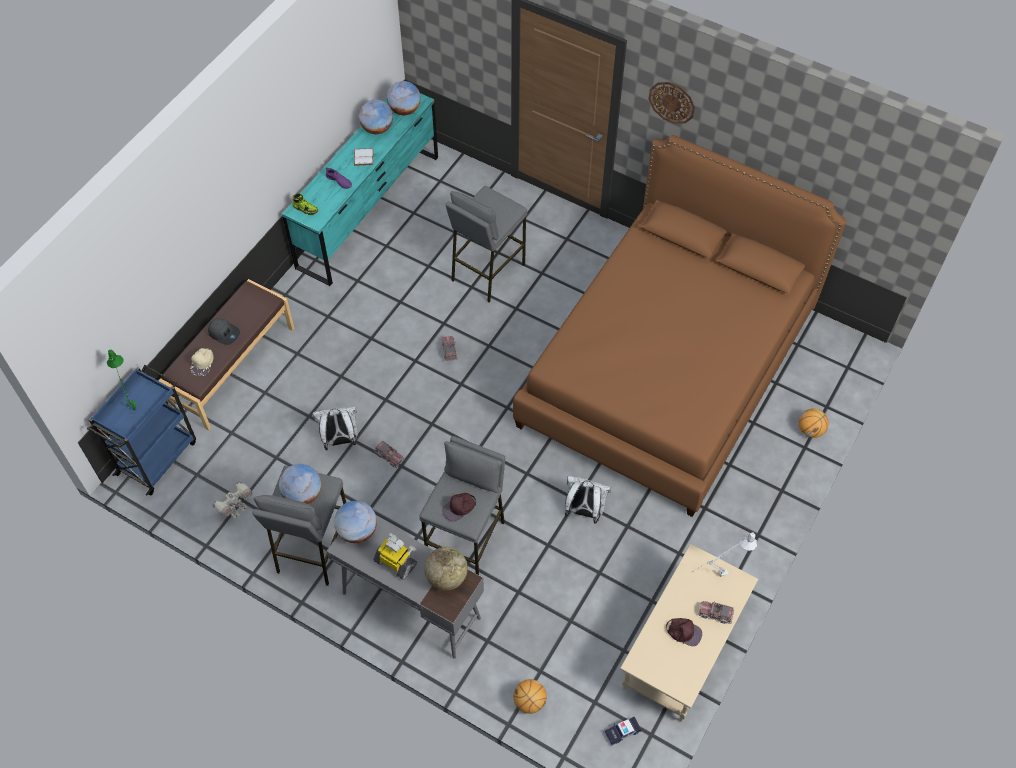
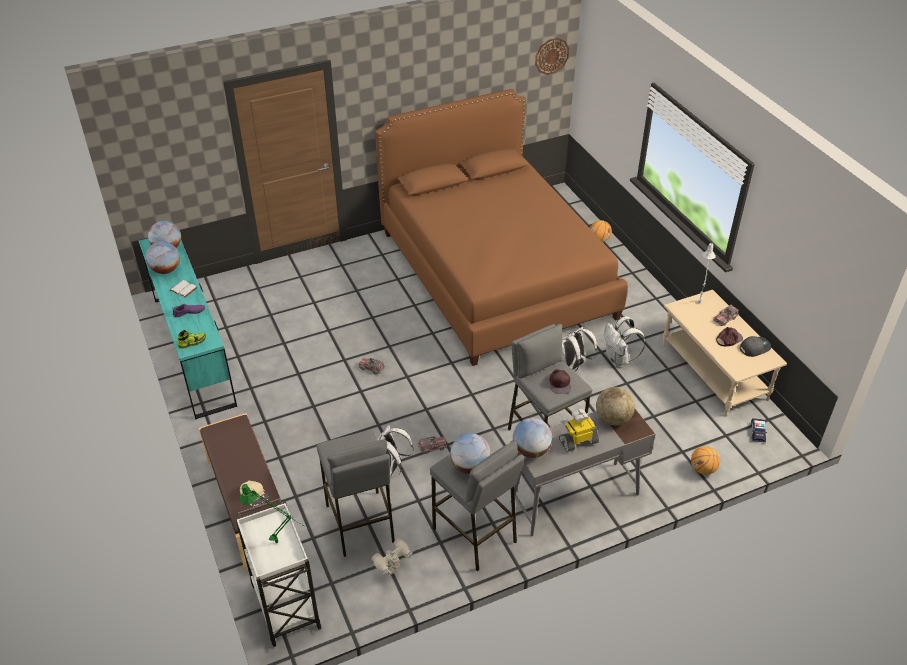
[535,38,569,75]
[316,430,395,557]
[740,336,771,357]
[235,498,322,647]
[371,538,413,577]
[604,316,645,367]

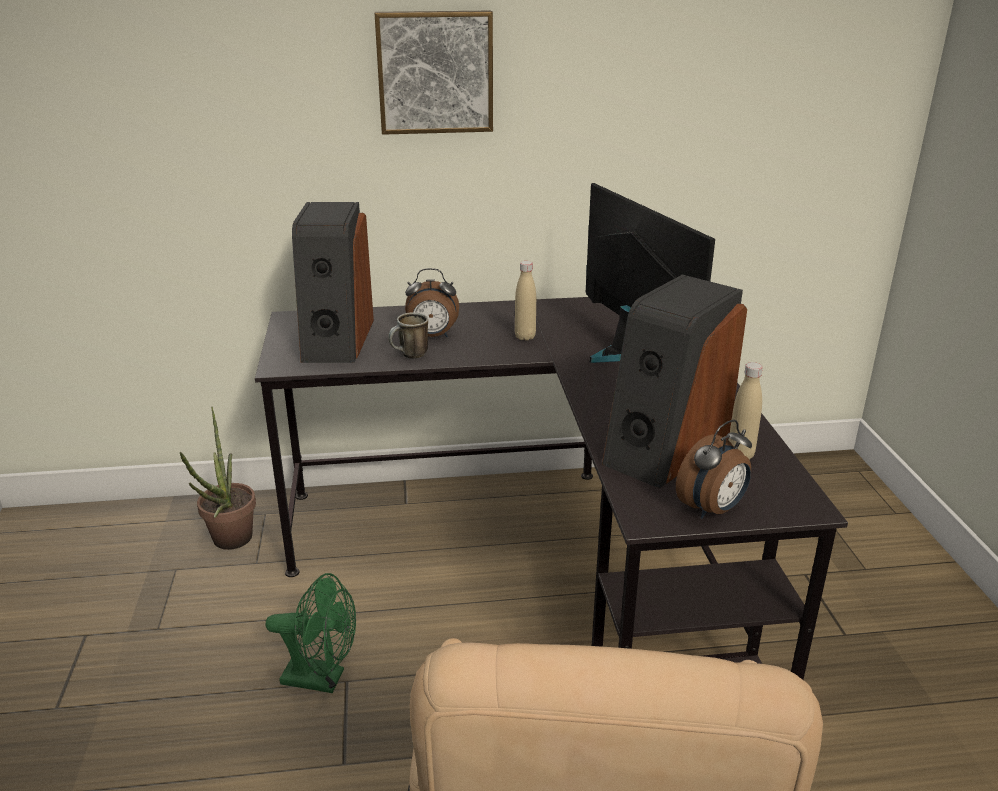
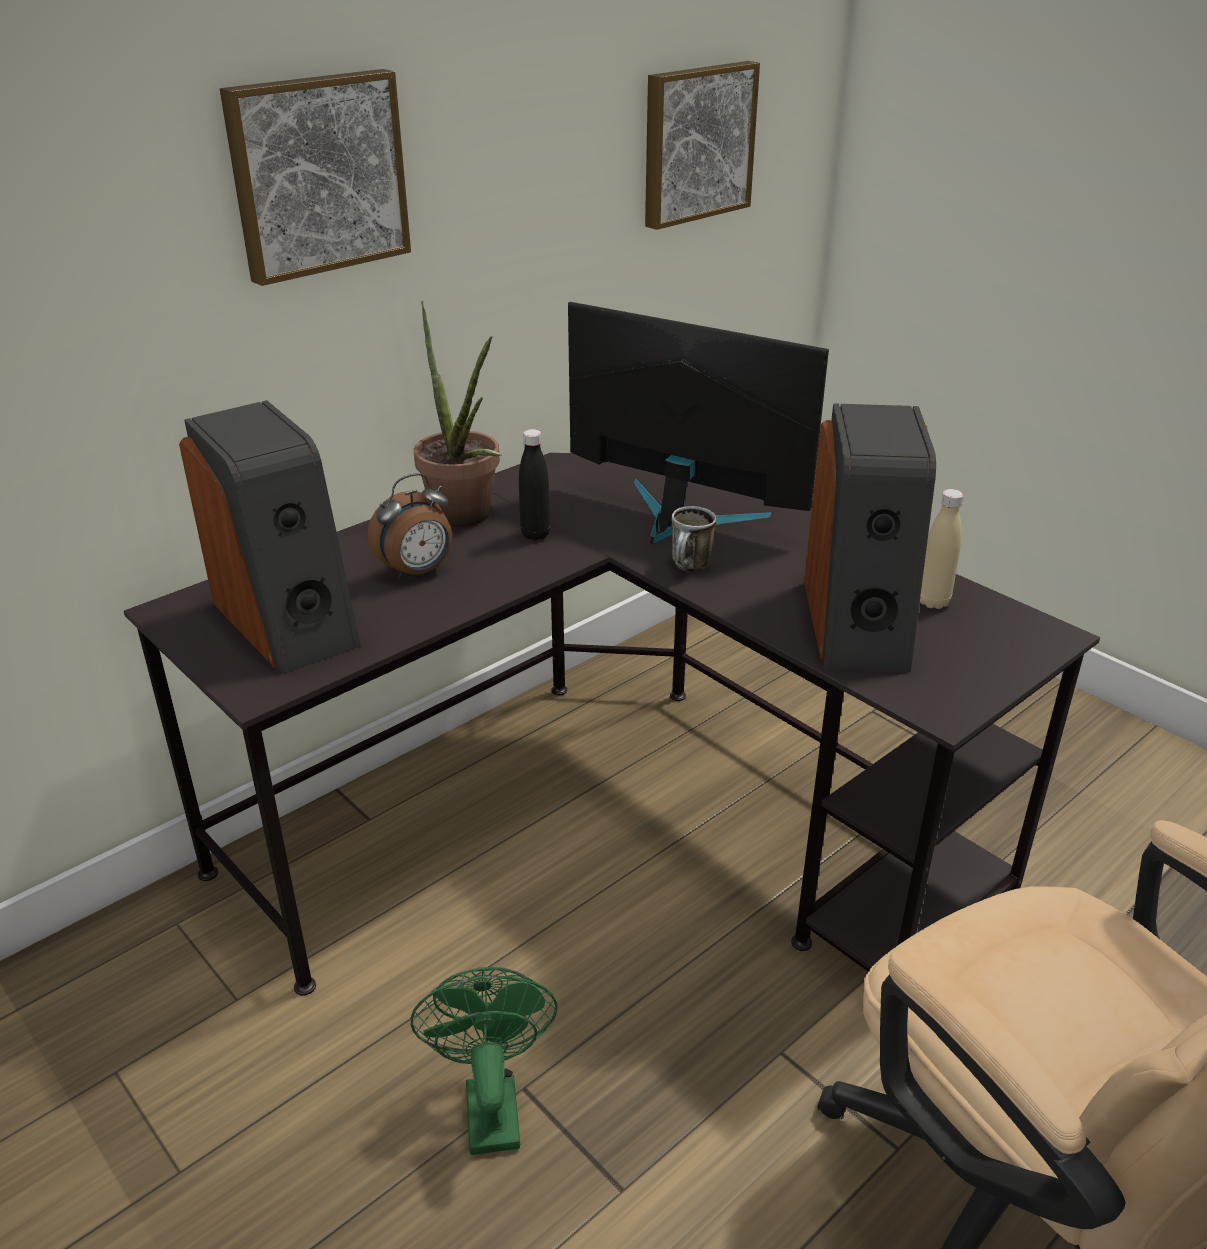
[519,429,550,540]
[671,506,717,572]
[414,301,502,528]
[676,420,752,519] (first image)
[410,967,558,1155]
[645,61,760,230]

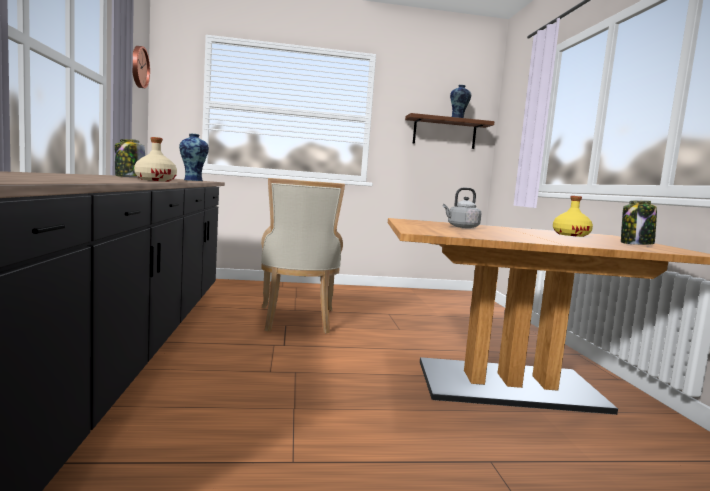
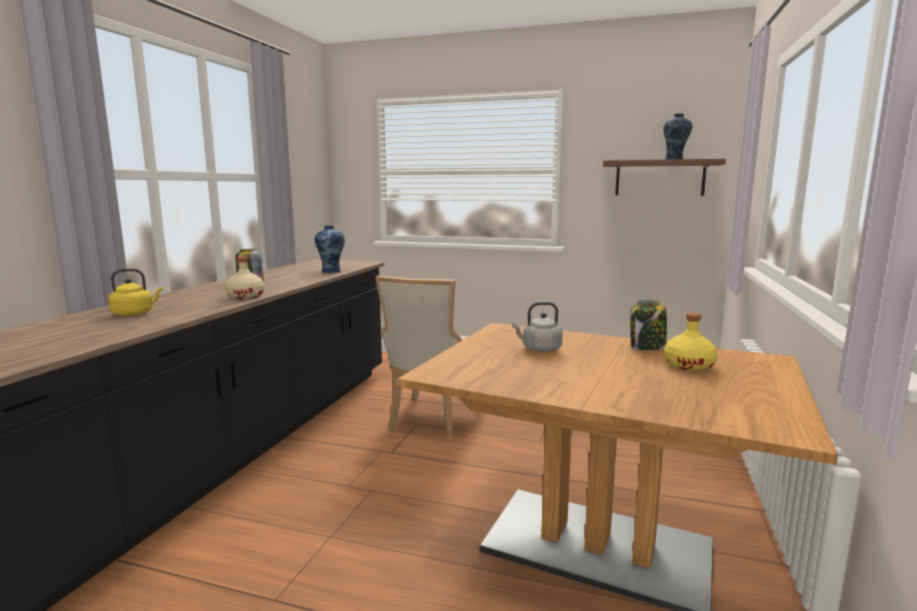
[133,46,150,88] (first image)
[630,300,667,351]
[108,269,163,316]

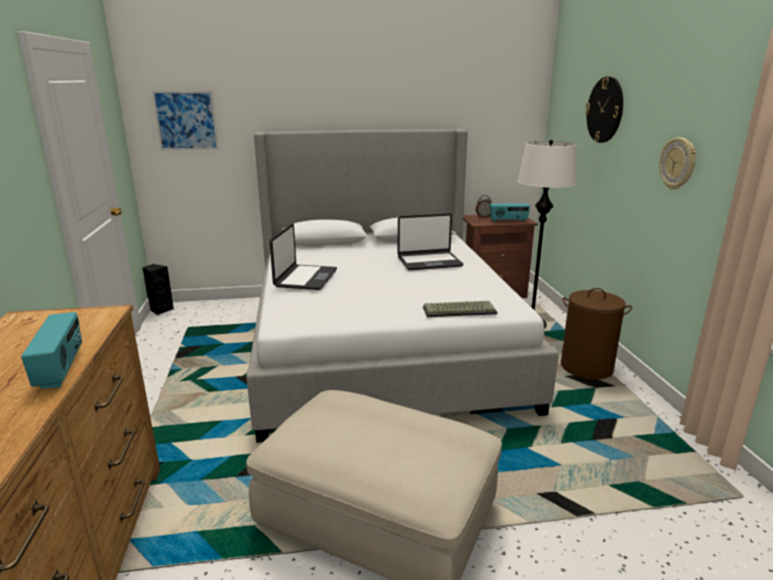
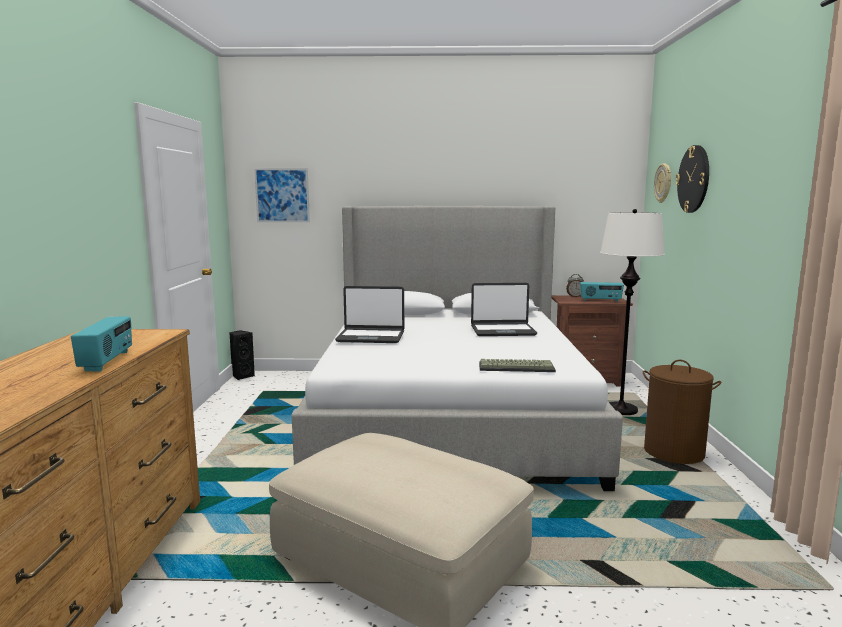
[654,163,671,203]
[335,286,404,343]

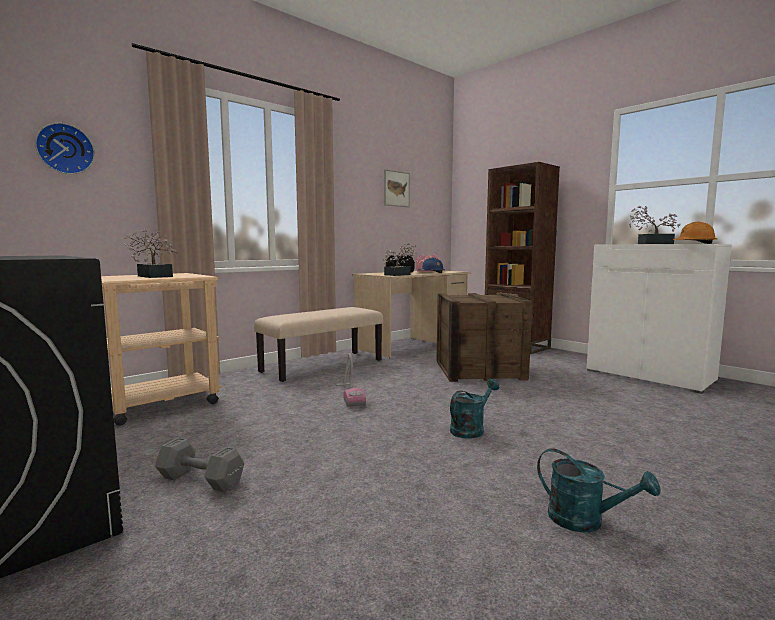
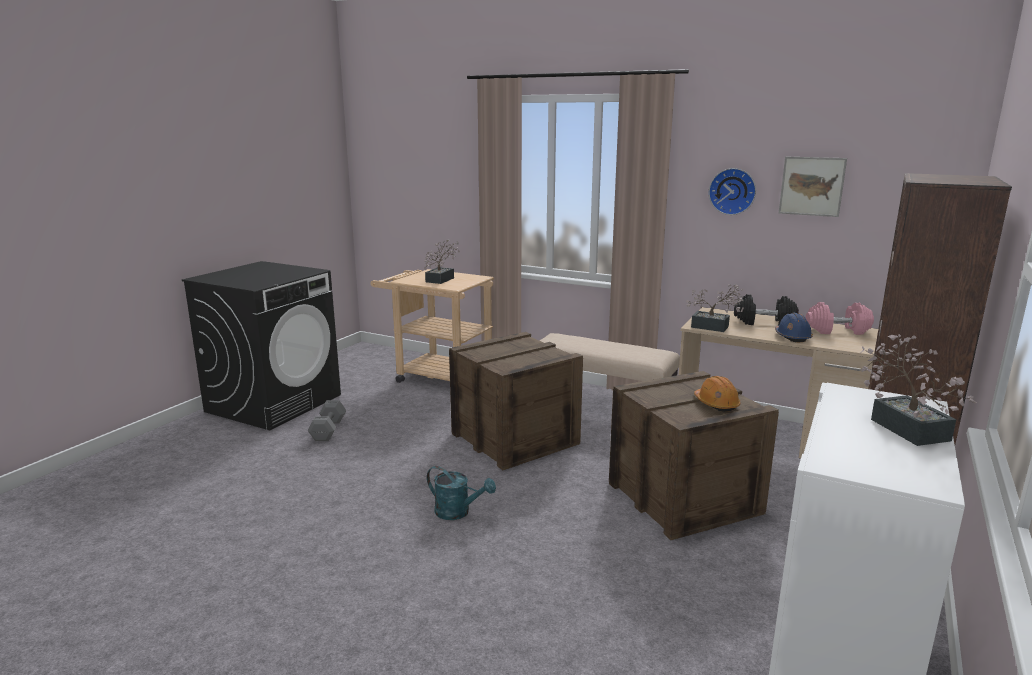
[709,168,756,215]
[694,376,740,412]
[449,332,583,470]
[537,448,660,533] (first image)

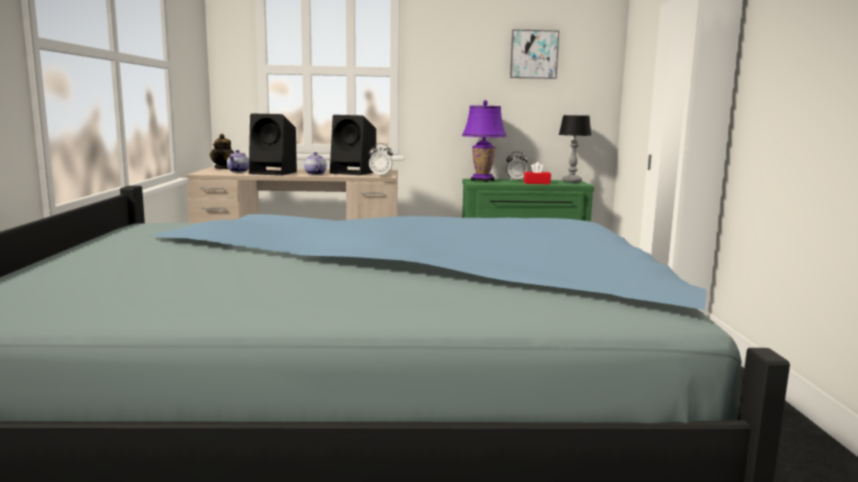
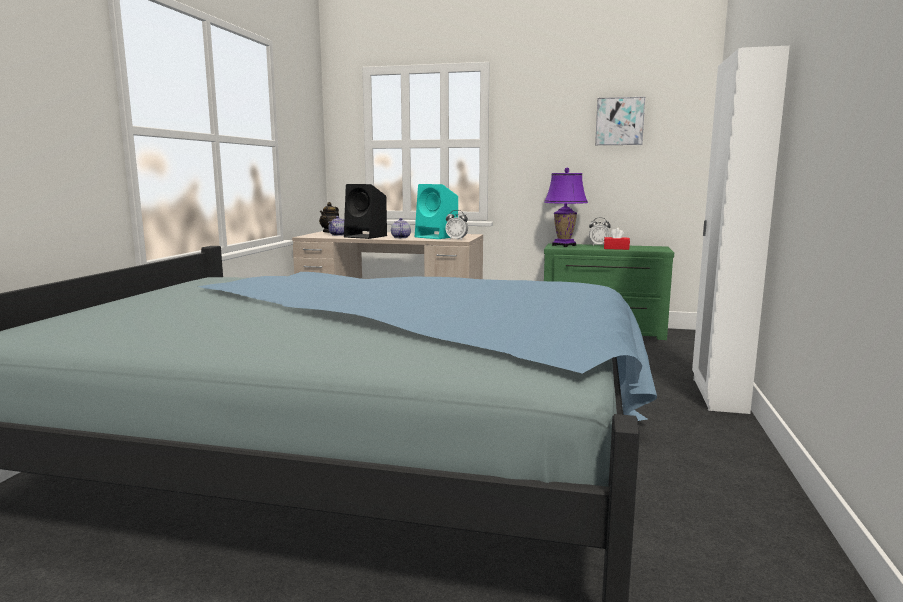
[415,184,458,239]
[559,115,592,183] (first image)

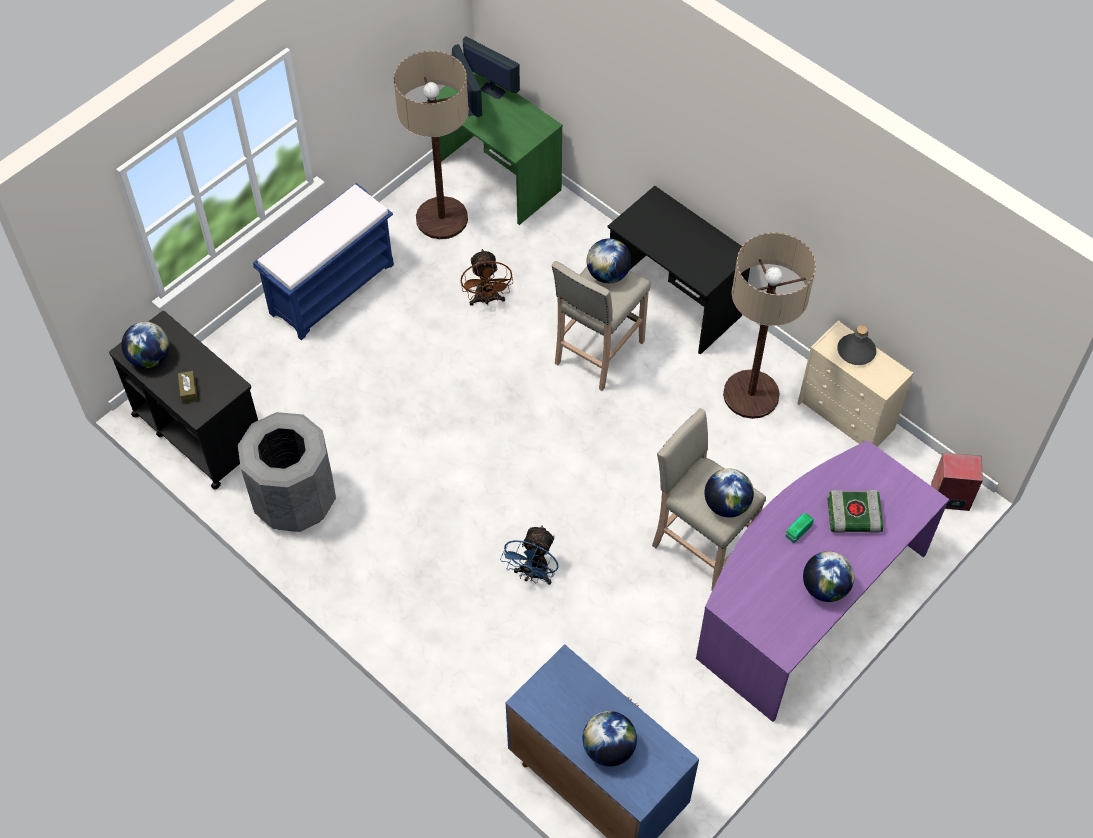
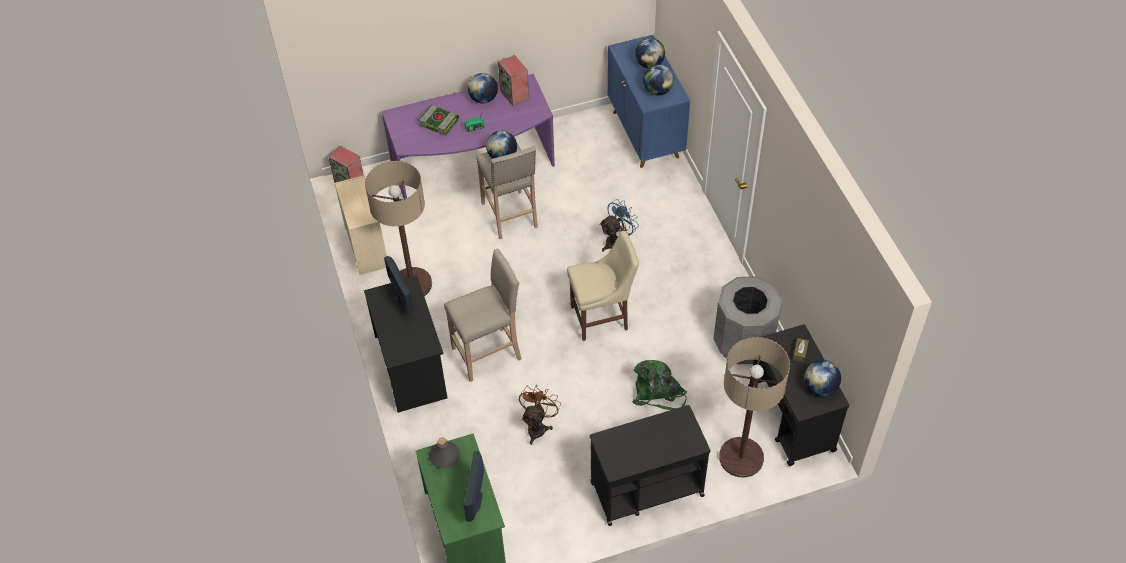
[384,256,413,314]
[719,337,790,478]
[590,405,711,526]
[643,65,674,95]
[429,437,460,469]
[498,55,529,106]
[567,231,639,341]
[632,360,687,410]

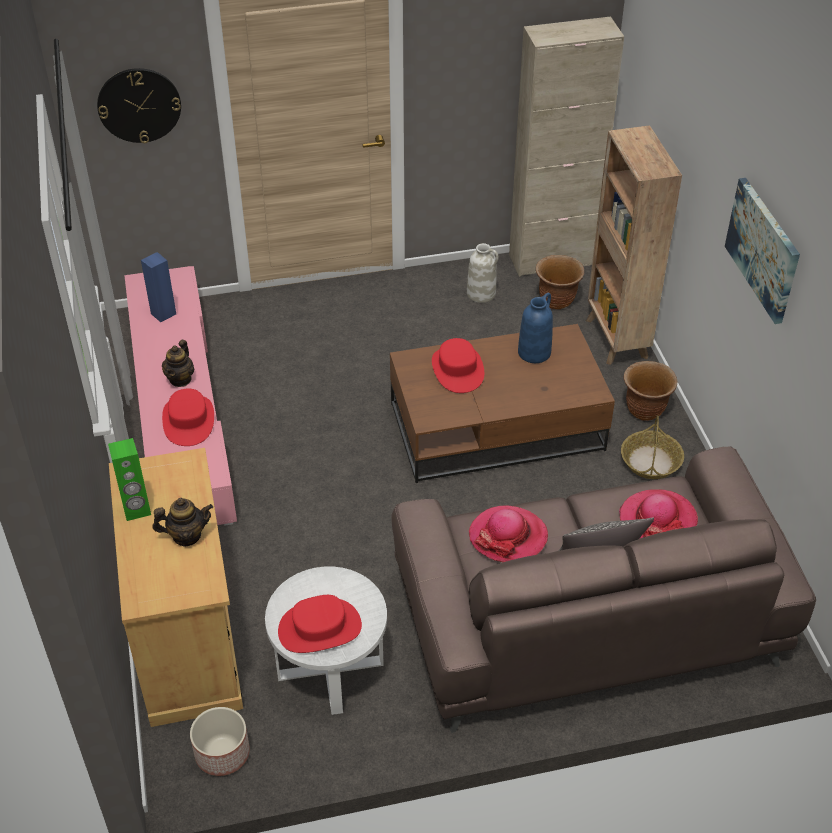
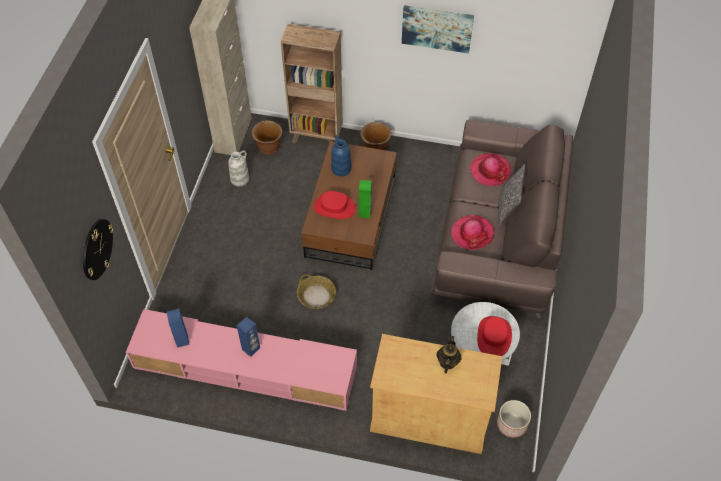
[237,317,260,357]
[162,389,214,446] (first image)
[297,275,336,309]
[359,180,372,218]

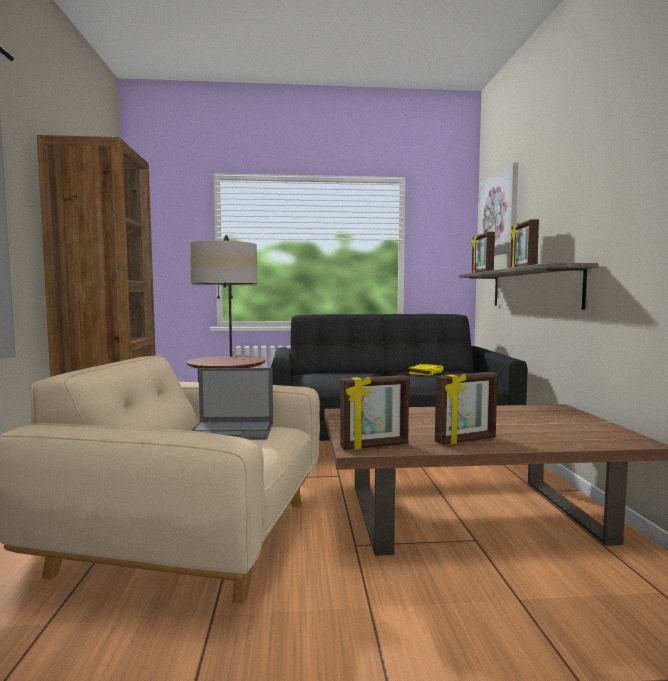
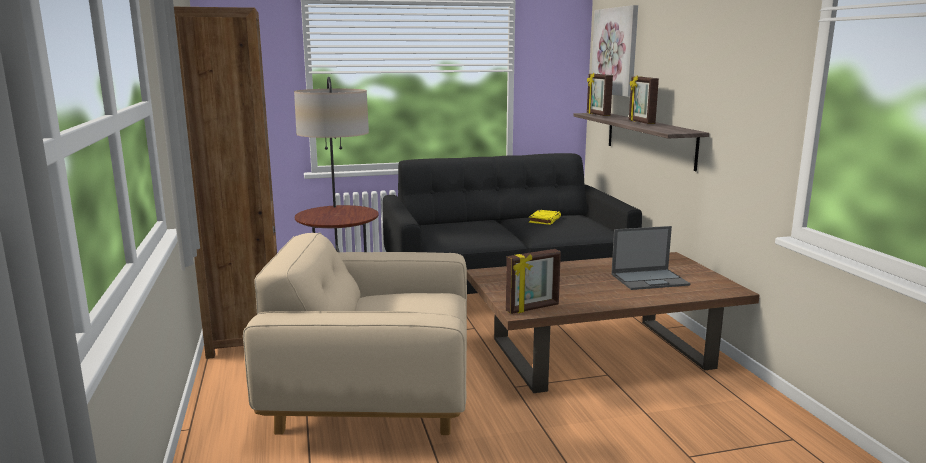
[611,226,690,290]
[435,372,498,445] (first image)

